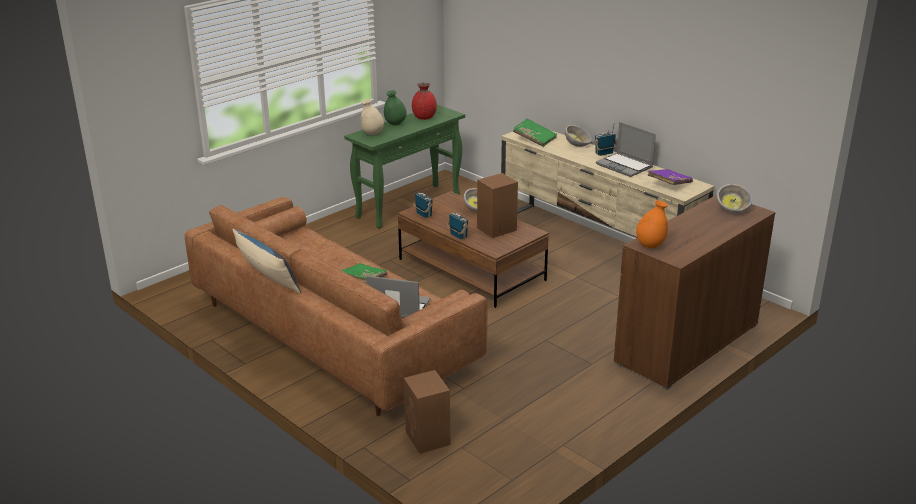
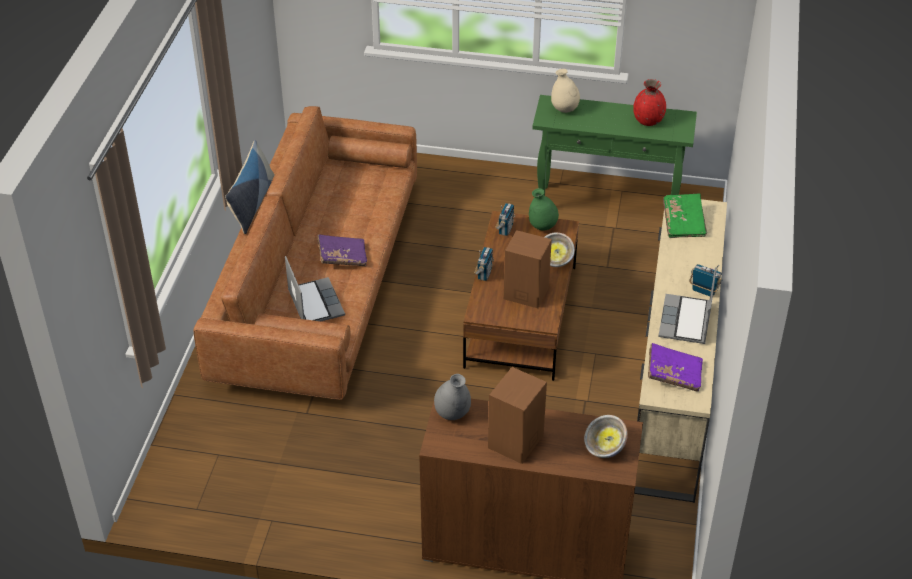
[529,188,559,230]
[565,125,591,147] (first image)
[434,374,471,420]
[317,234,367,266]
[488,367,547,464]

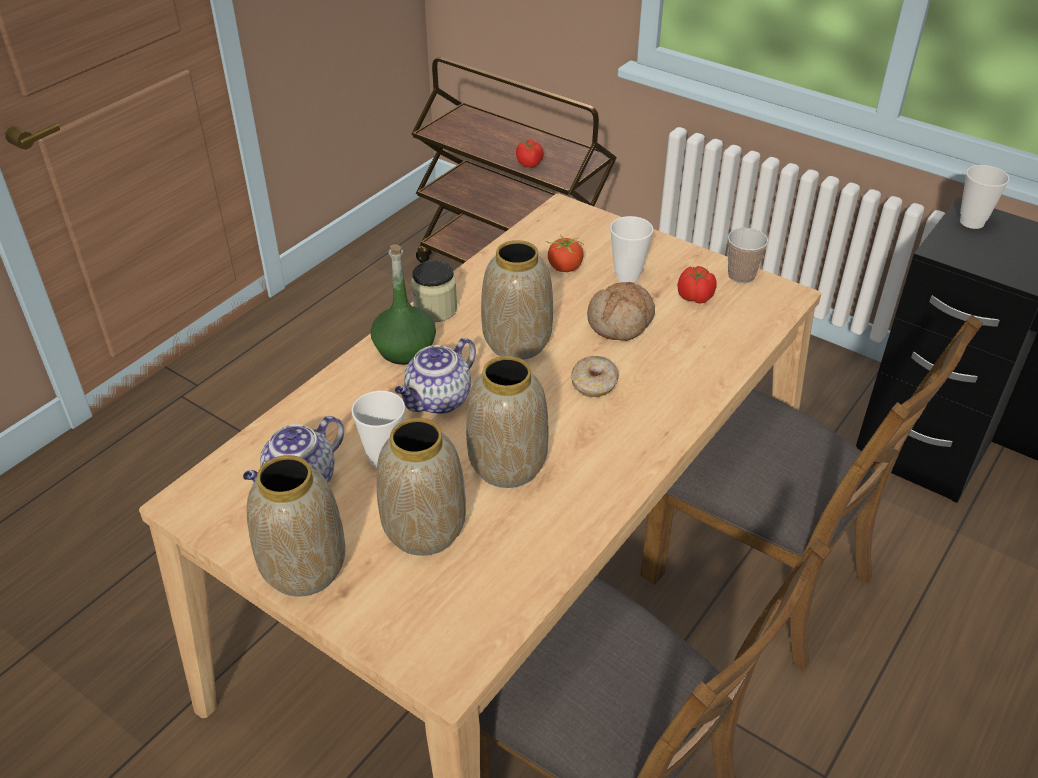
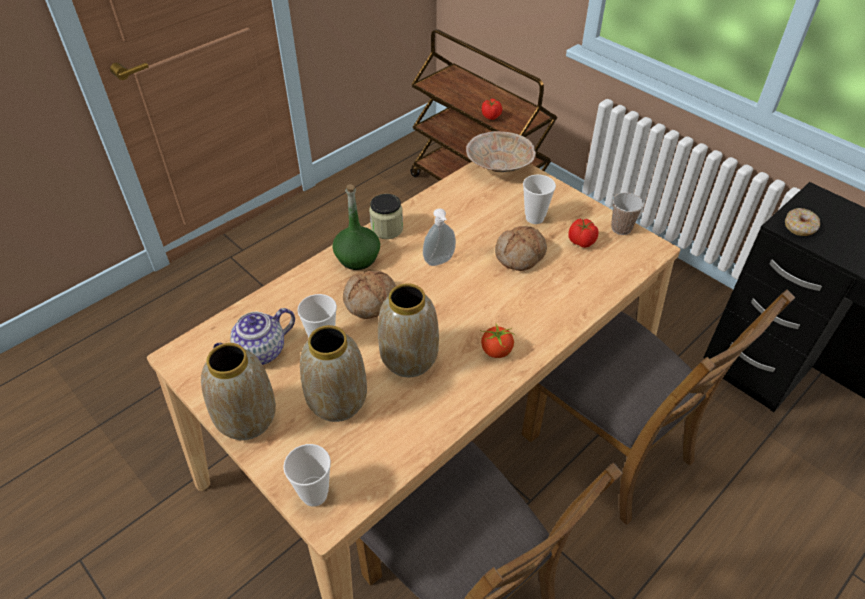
[283,444,331,507]
[480,322,516,358]
[423,208,456,266]
[343,271,396,319]
[785,208,820,236]
[466,131,536,172]

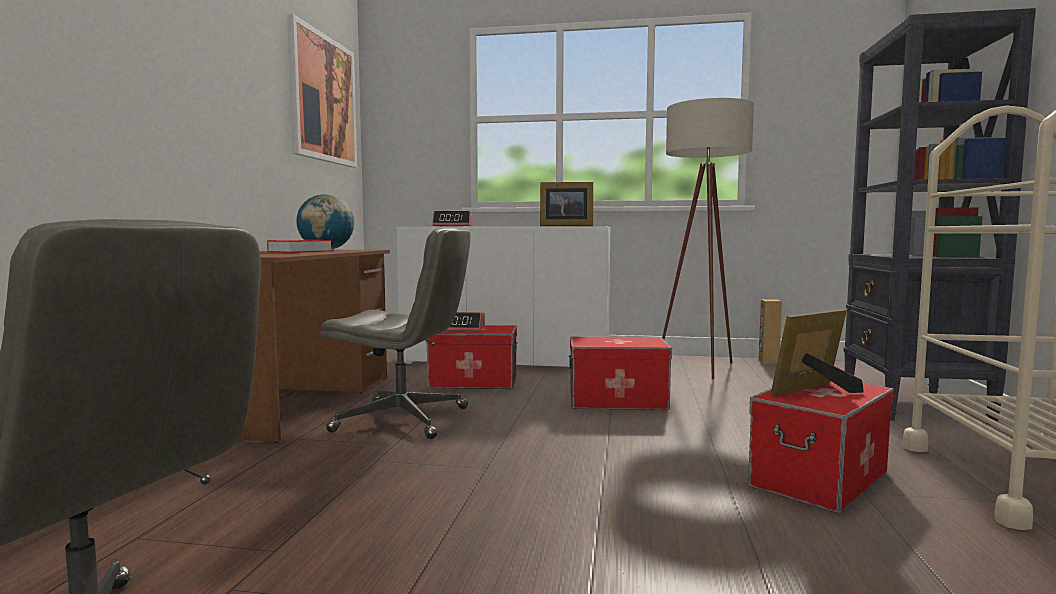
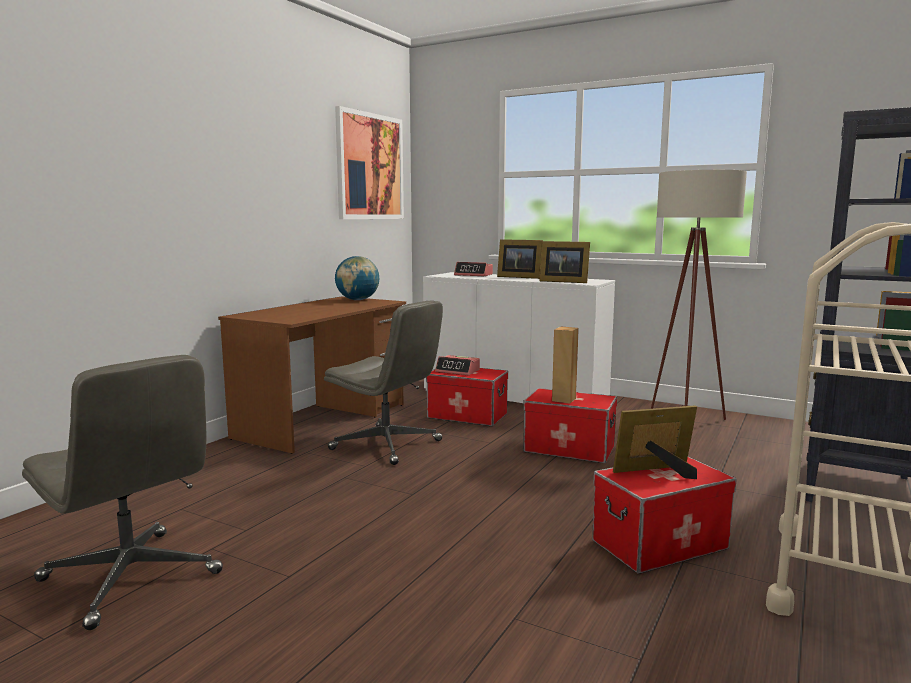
[267,240,332,253] (first image)
[552,327,579,404]
[497,239,543,279]

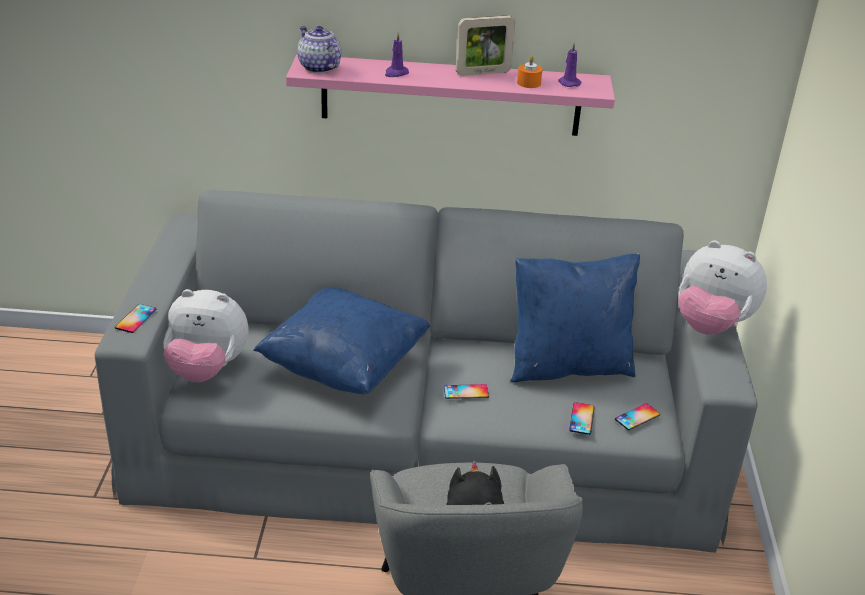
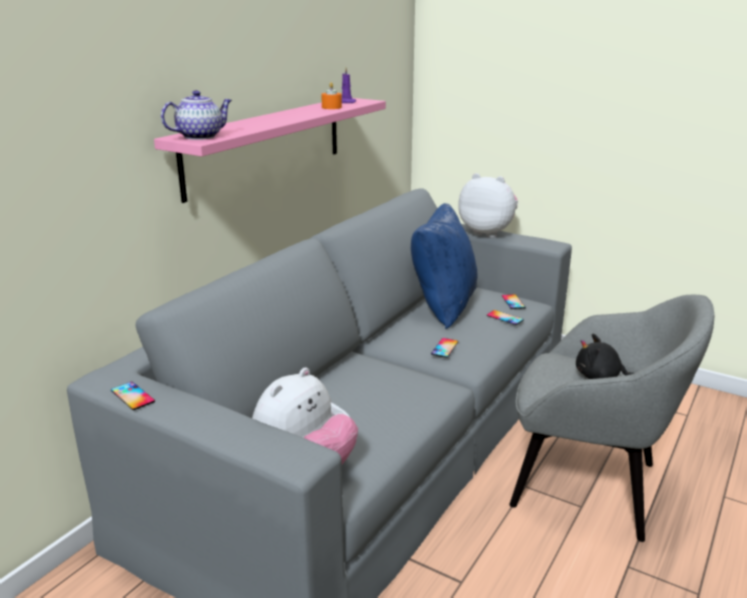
[456,16,515,76] (first image)
[161,90,232,140]
[385,33,409,77] (first image)
[458,173,518,238]
[253,287,430,394] (first image)
[111,382,155,410]

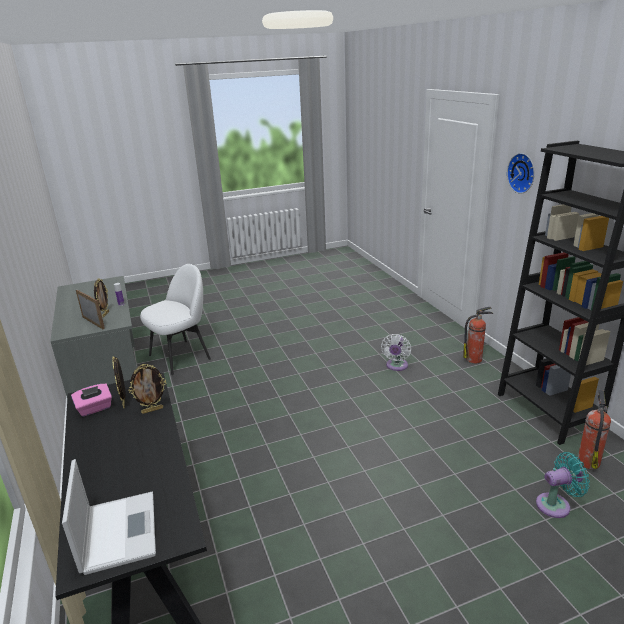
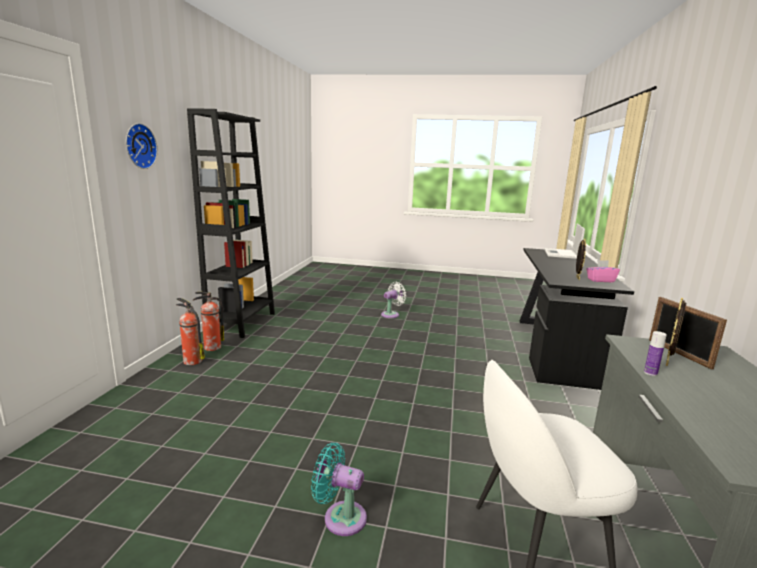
[381,282,406,318]
[128,364,166,414] (first image)
[193,292,224,351]
[311,443,367,536]

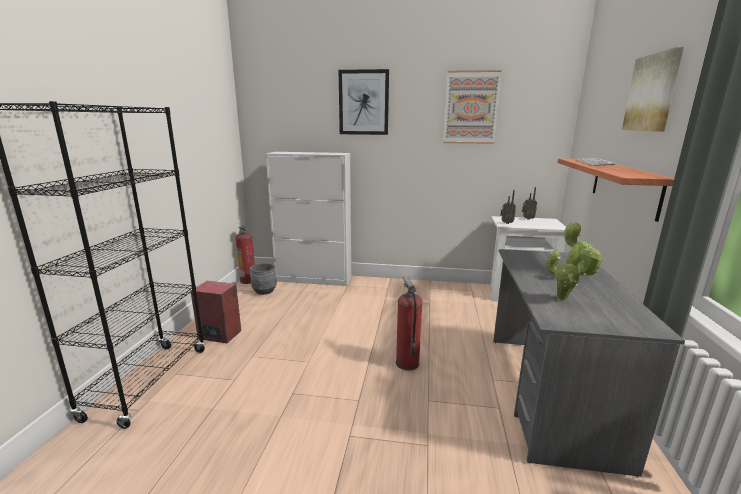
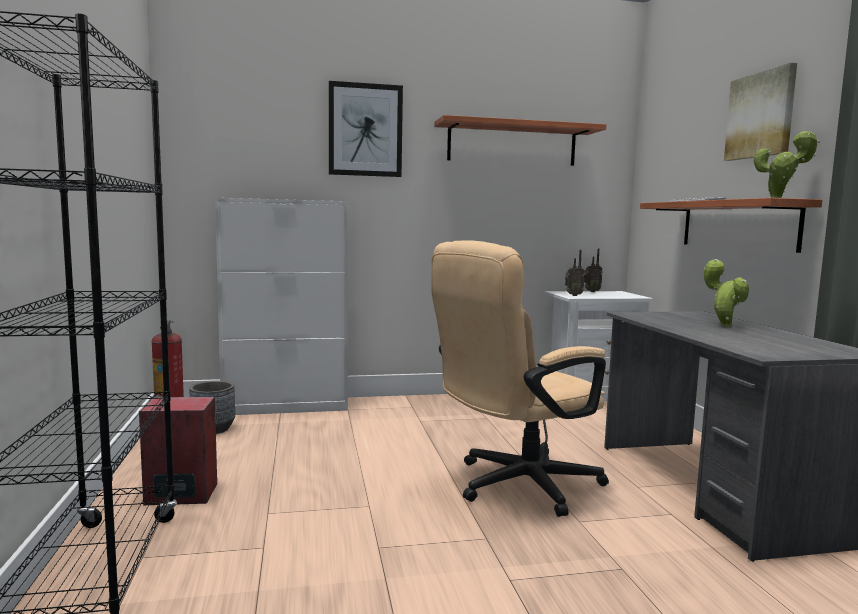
[434,115,606,166]
[754,131,820,198]
[431,240,609,517]

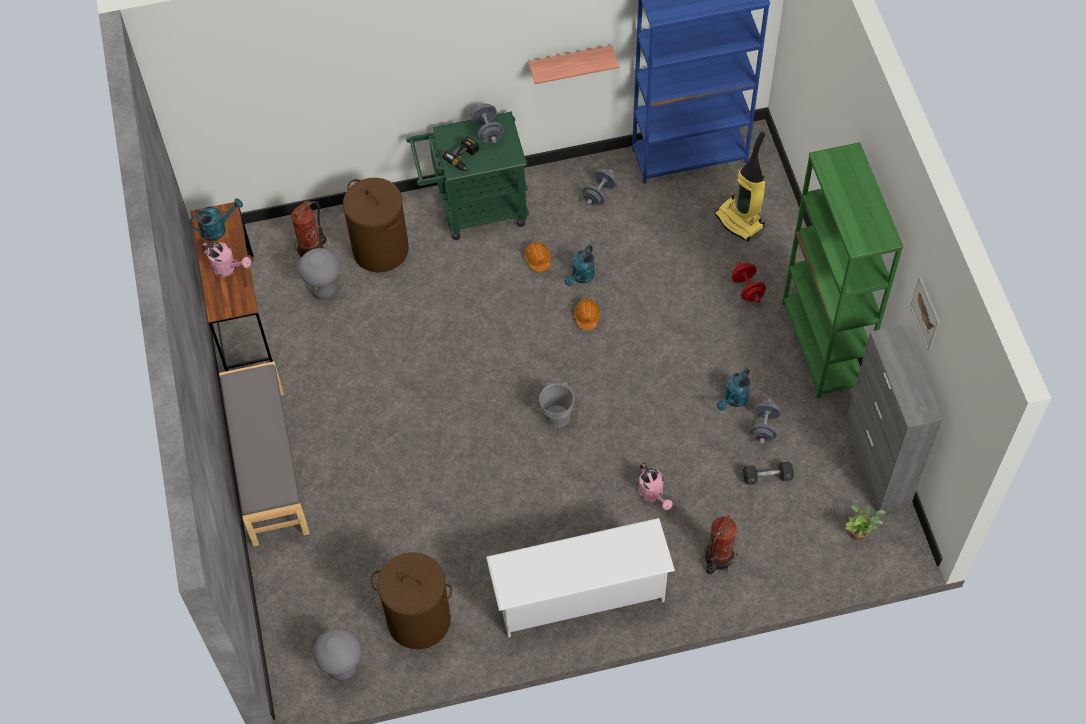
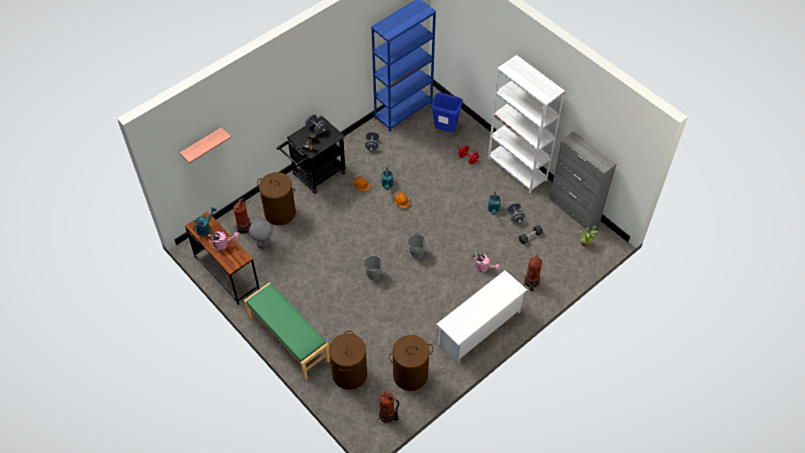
[180,127,231,163]
[277,116,346,194]
[431,92,463,132]
[488,55,565,193]
[910,277,940,351] (first image)
[244,282,330,380]
[378,392,399,424]
[363,255,385,280]
[329,331,367,390]

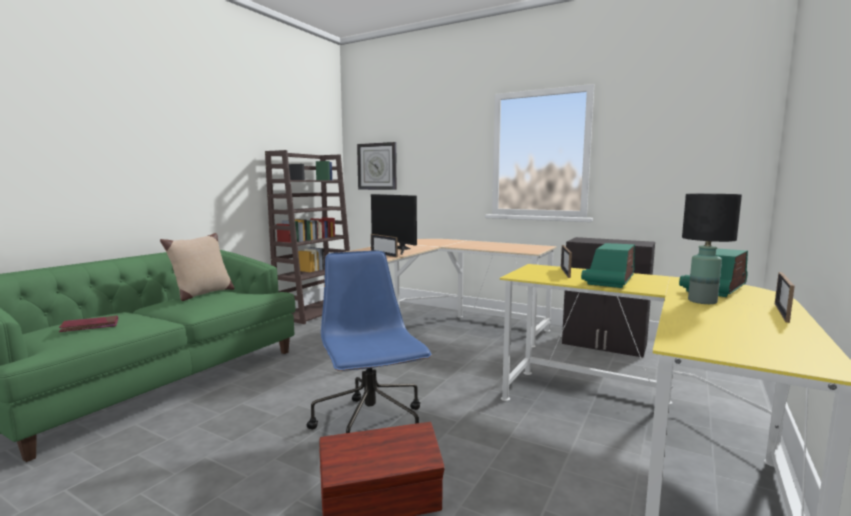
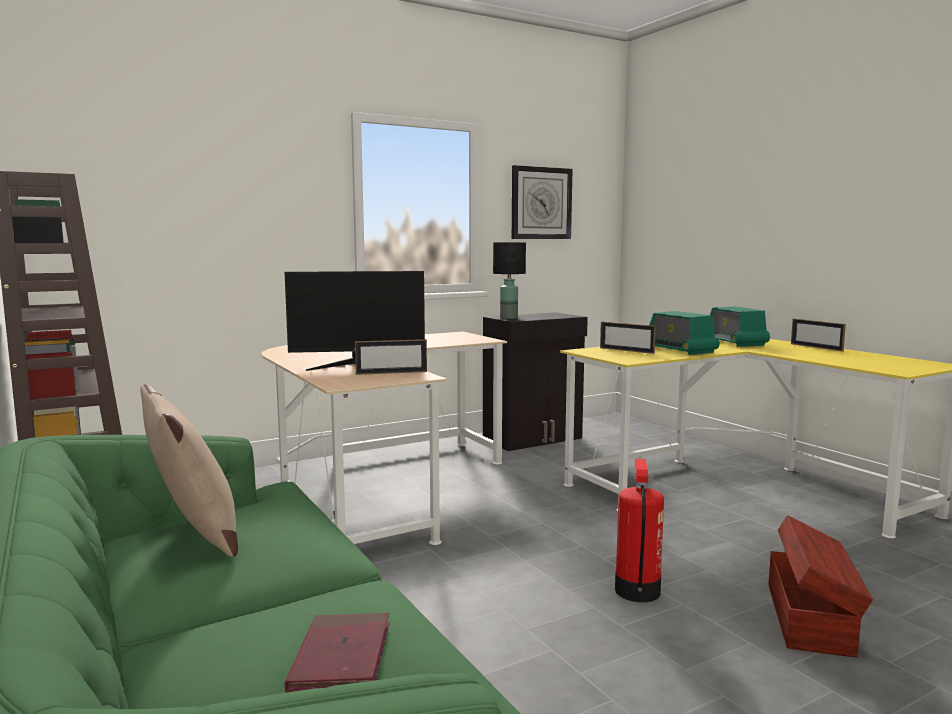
[512,165,573,239]
[493,242,526,319]
[615,459,664,602]

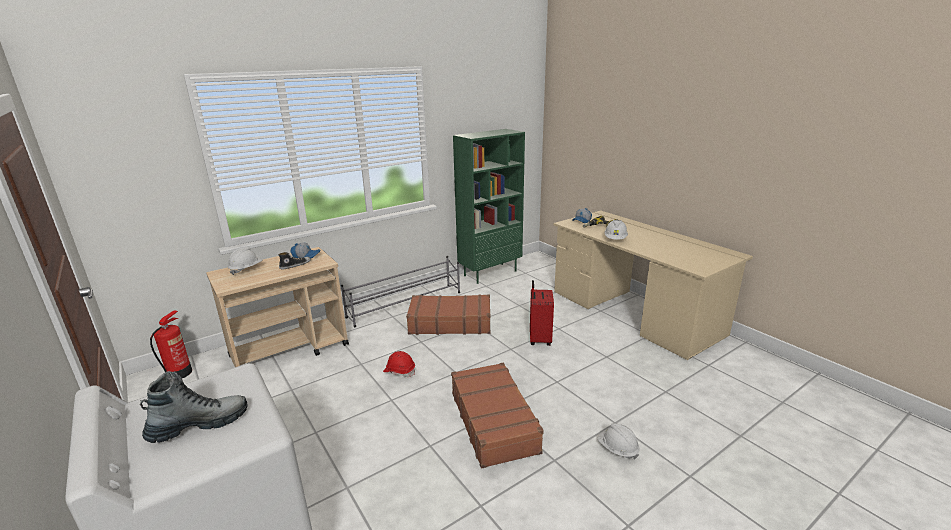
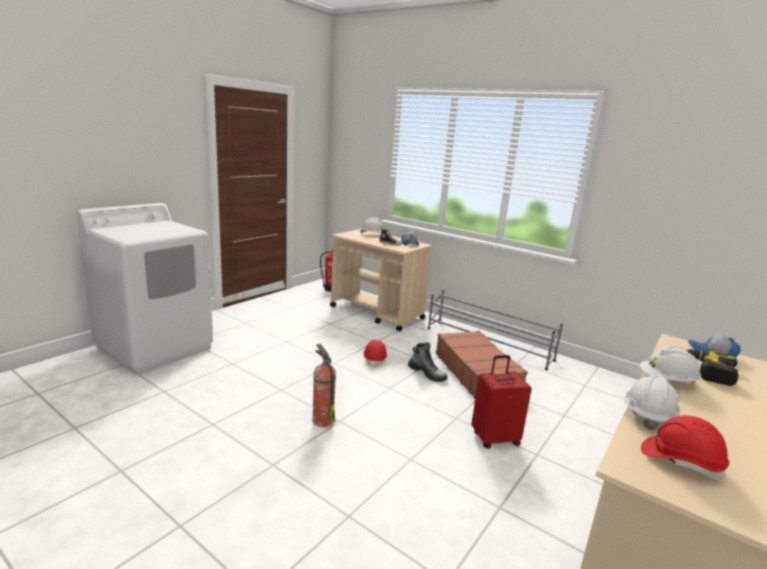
[453,129,525,284] (first image)
[313,344,336,427]
[408,342,447,382]
[624,374,679,430]
[641,415,729,480]

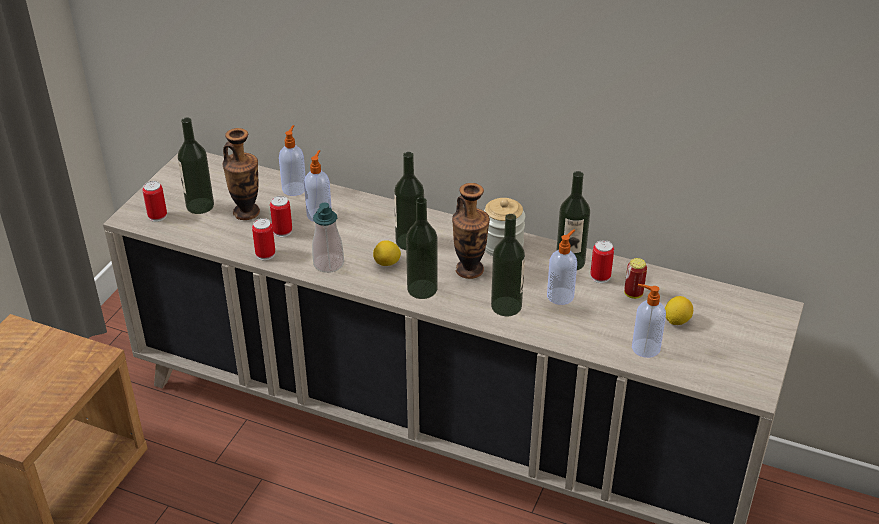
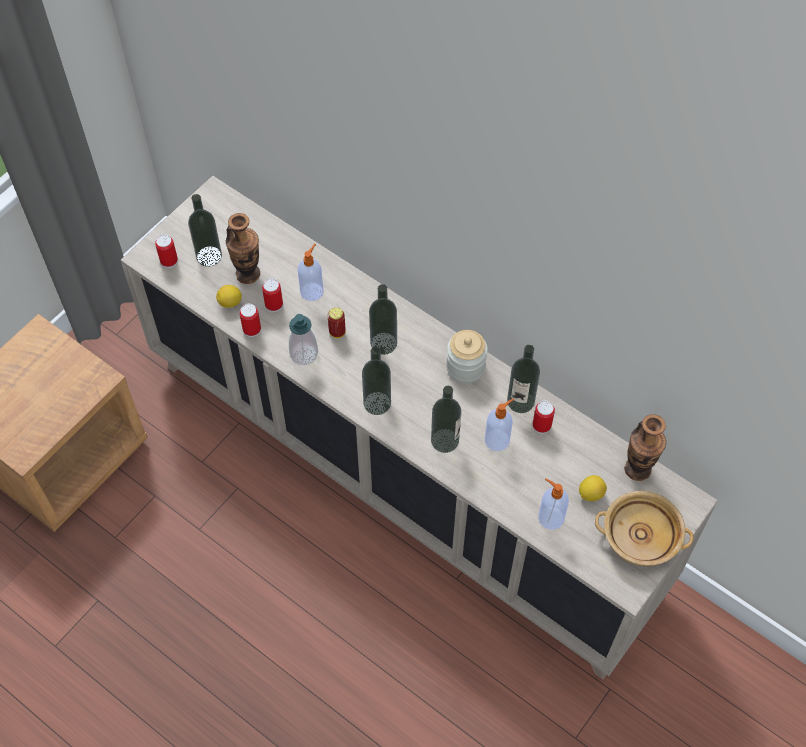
[279,125,305,196] (first image)
[624,414,666,481]
[216,285,242,308]
[327,307,346,338]
[595,491,693,566]

